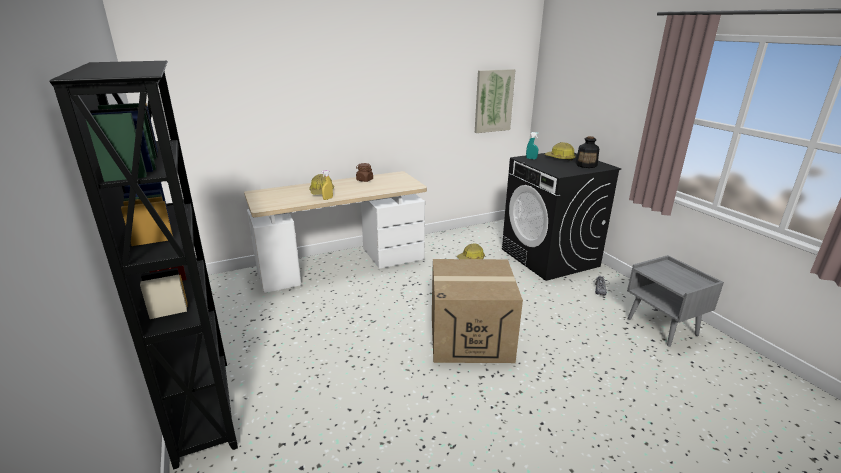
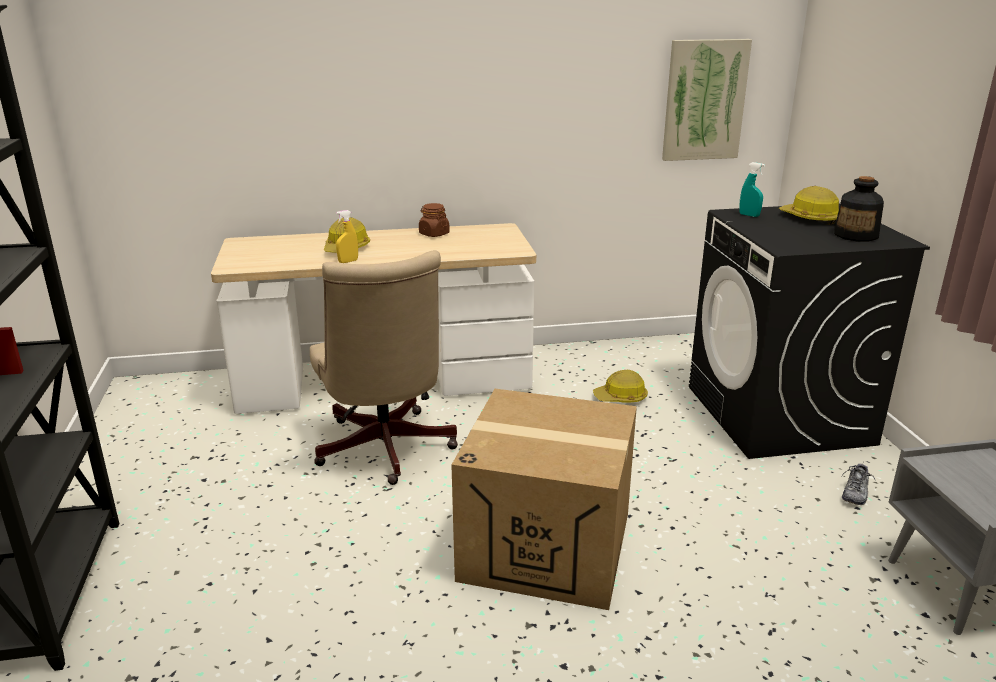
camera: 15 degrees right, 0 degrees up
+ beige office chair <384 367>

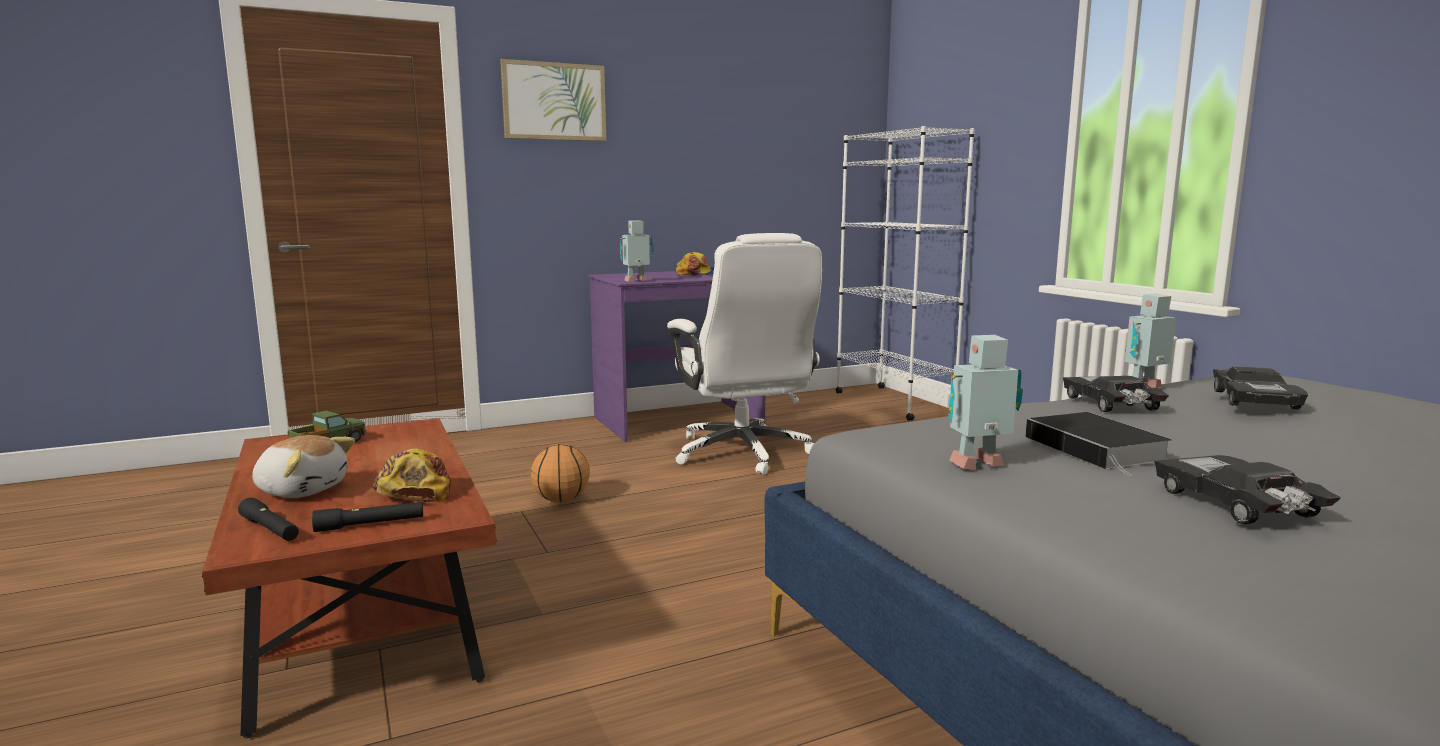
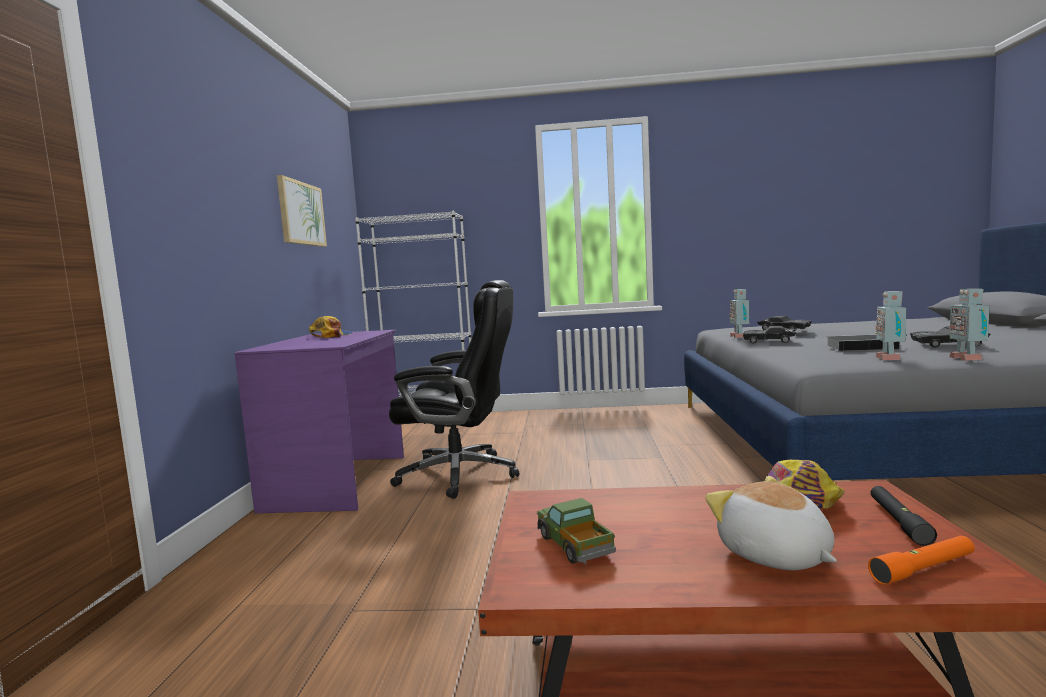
camera: 60 degrees left, 5 degrees down
- basketball <560 473>
~ picture <553 100> to <302 211>
~ toy robot <637 251> to <969 325>
~ black flashlight <268 519> to orange flashlight <921 560>
~ white office chair <744 354> to black office chair <454 389>
~ plush toy <303 466> = <771 523> 75 degrees counterclockwise

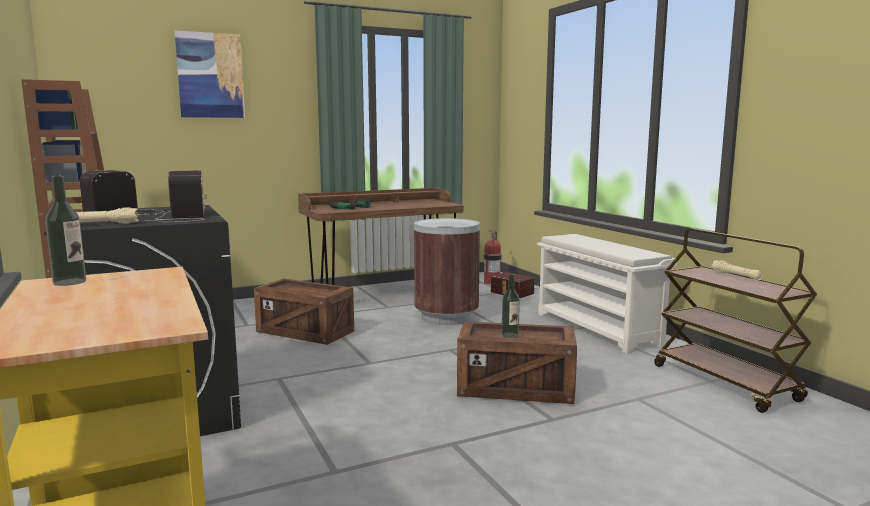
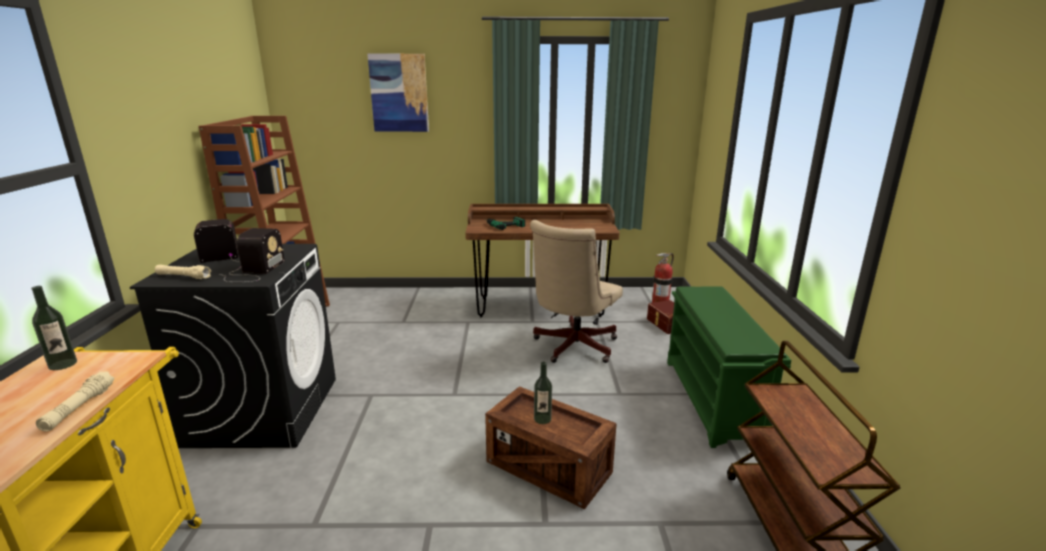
camera: 25 degrees right, 10 degrees up
- crate <304 312>
~ beige flashlight <737 270> to <75 401>
~ brown trash can <447 271> to beige office chair <576 291>
~ white shoe rack <607 294> to green shoe rack <729 367>

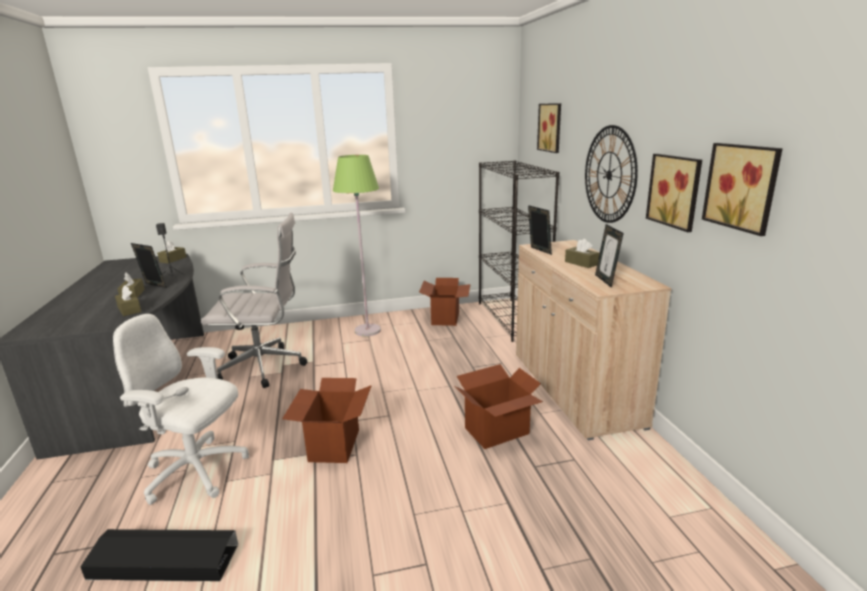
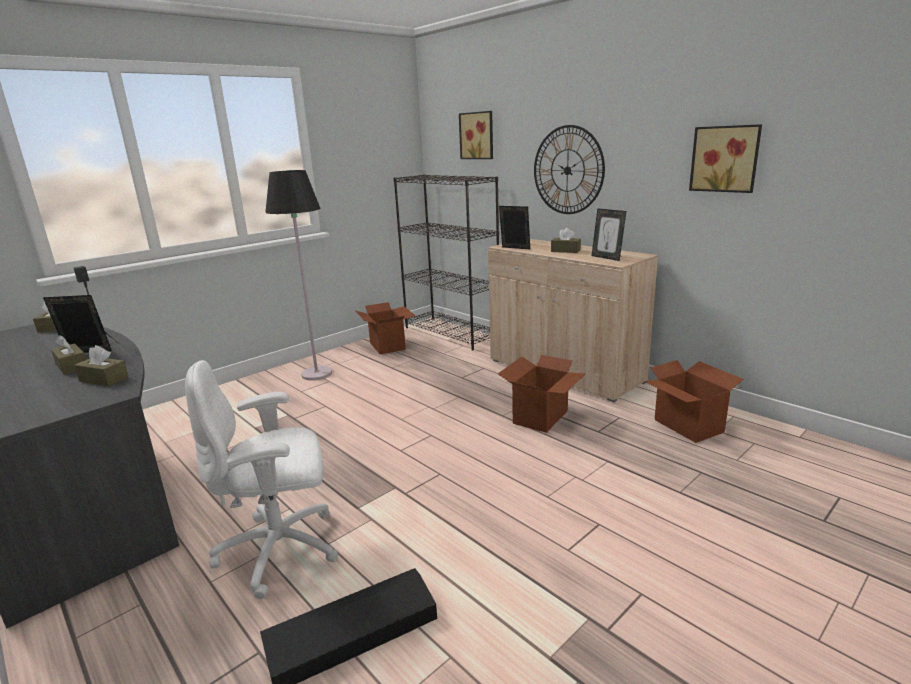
camera: 30 degrees left, 0 degrees up
- white office chair <254 300>
- picture <674 193>
~ cardboard box <327 420> to <694 401>
~ green floor lamp <357 246> to black floor lamp <298 275>

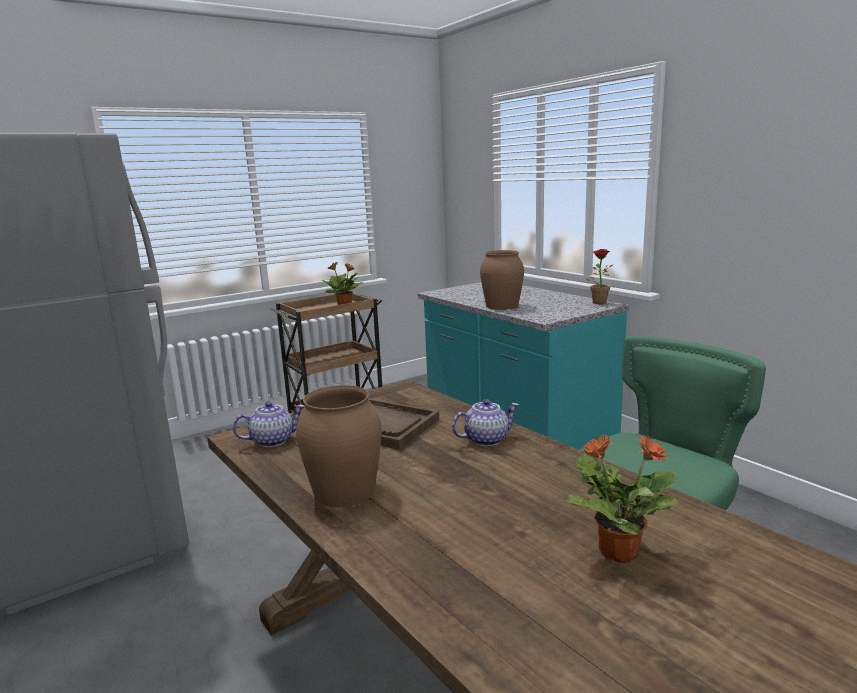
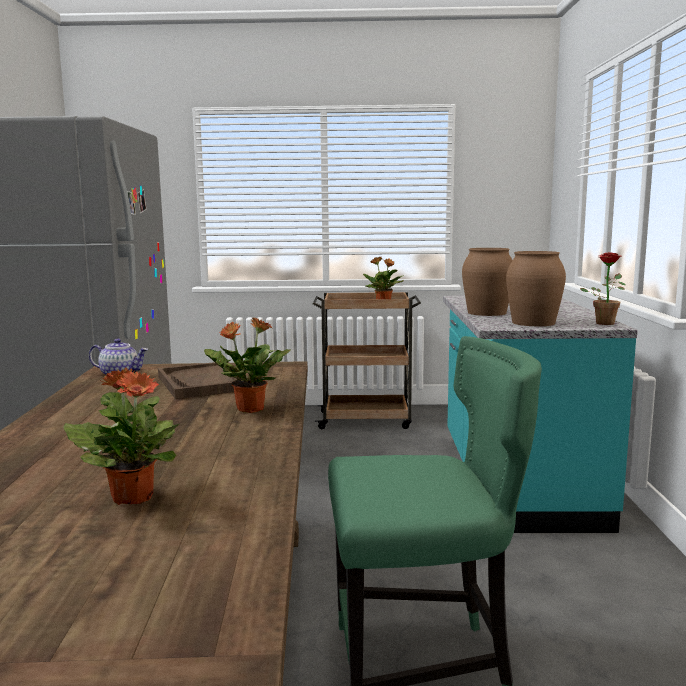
camera: 35 degrees right, 5 degrees down
~ brown vase <339 446> to <536 288>
~ teapot <485 422> to potted plant <247 365>

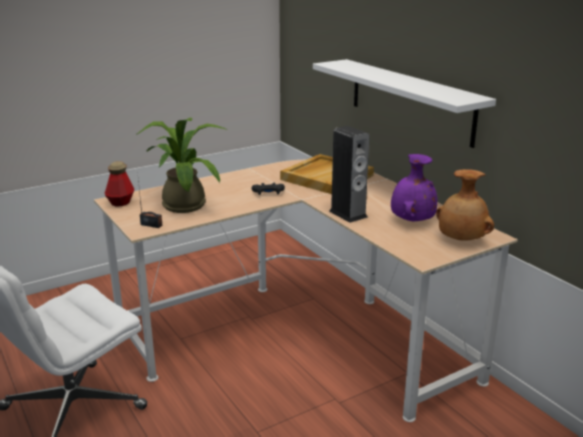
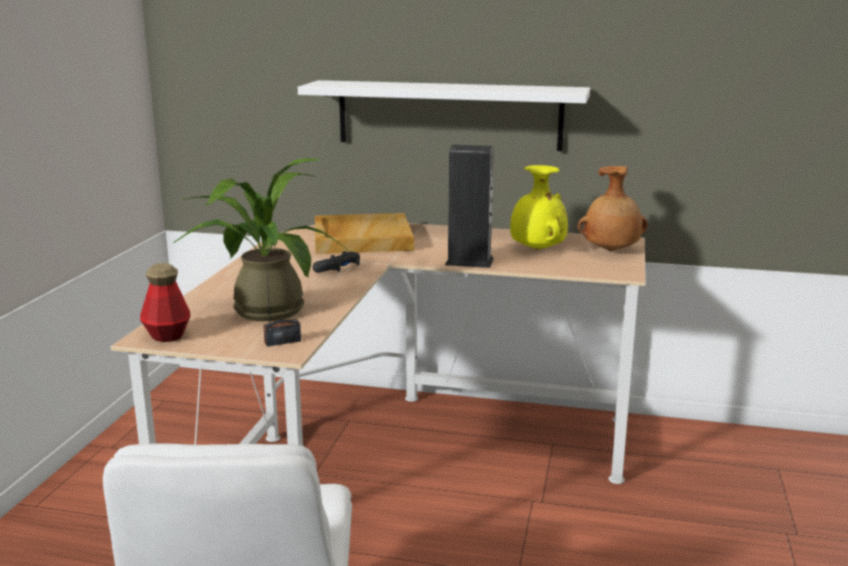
camera: 45 degrees left, 5 degrees down
~ purple vase <414 187> to yellow vase <539 207>

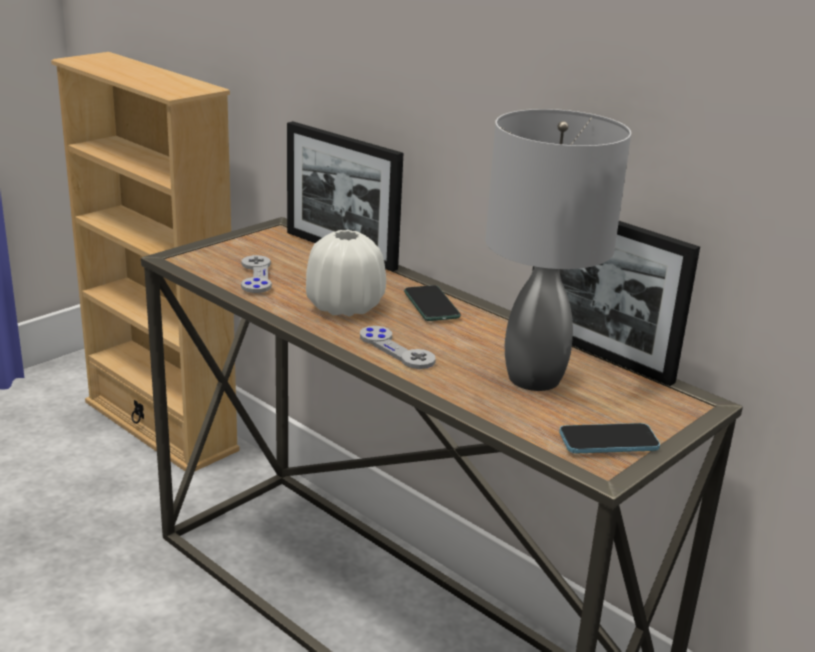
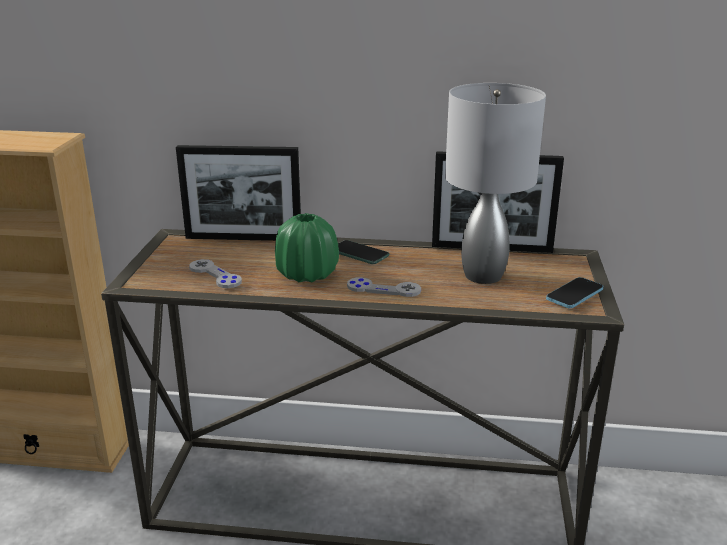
camera: 35 degrees left, 0 degrees up
~ white vase <346 273> to green vase <307 247>

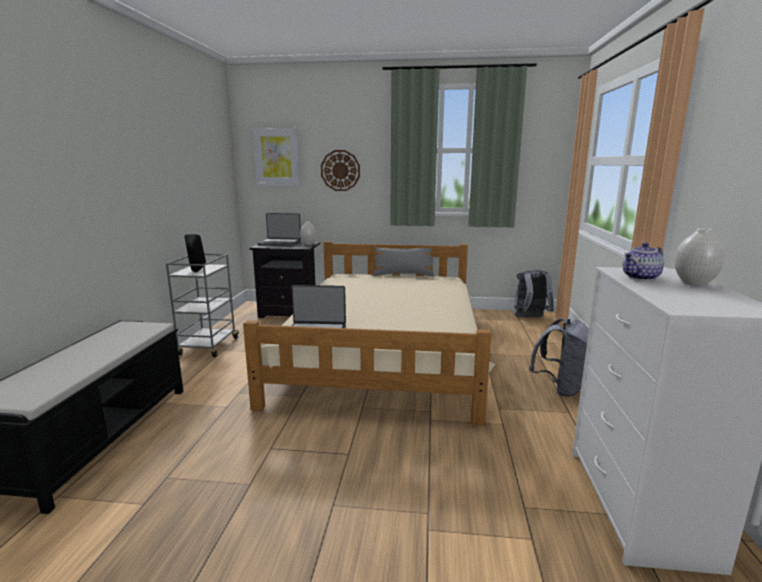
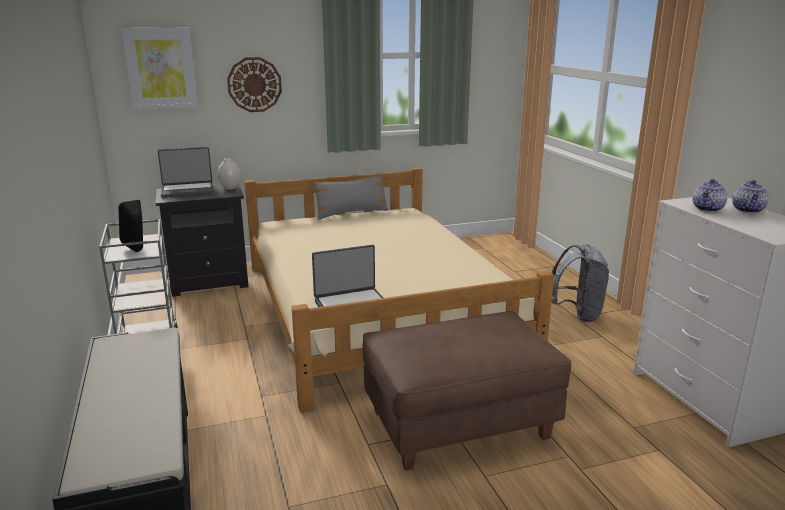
camera: 25 degrees left, 5 degrees up
- grey backpack <534 293>
+ brown ottoman <467 391>
~ white vase <699 257> to teapot <750 196>

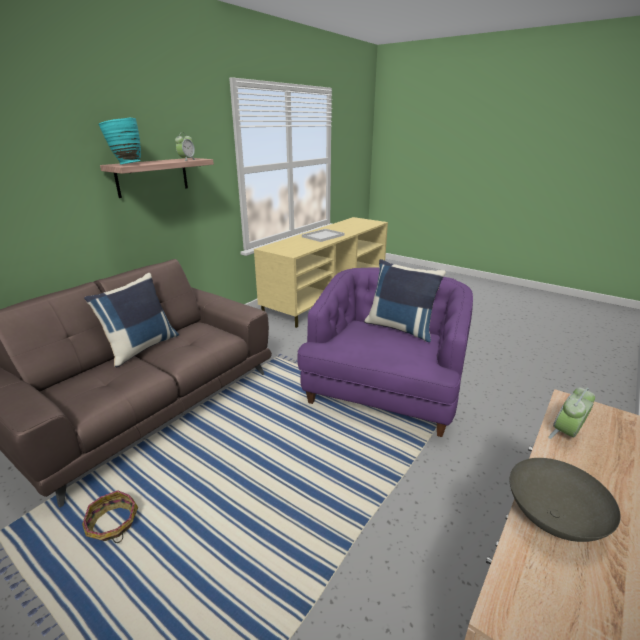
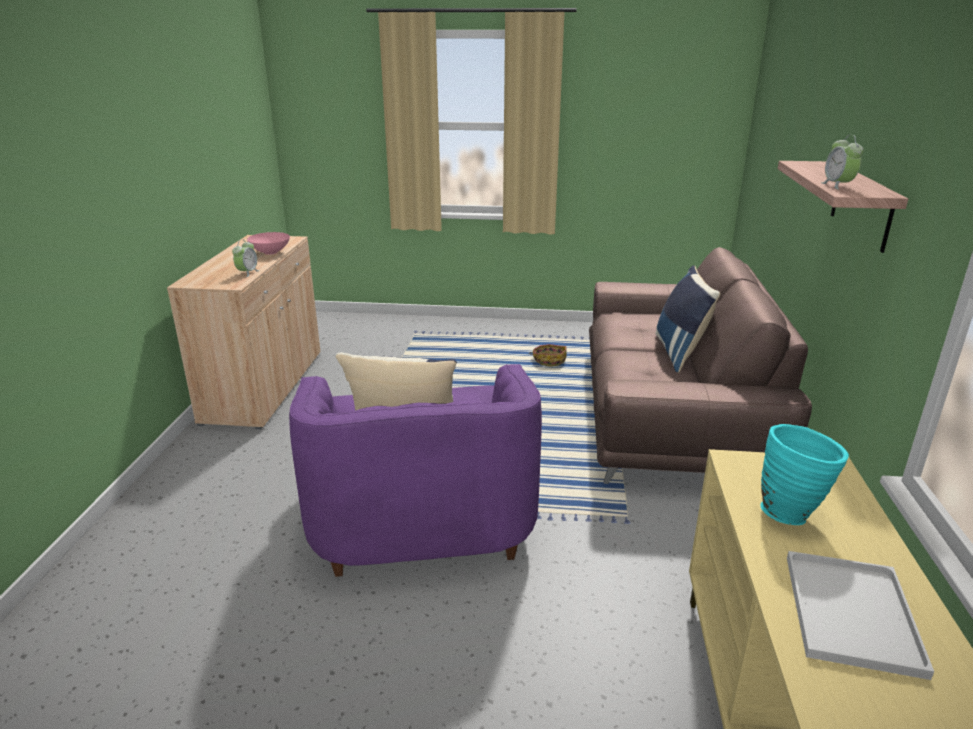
camera: 150 degrees right, 0 degrees up
~ turquoise vase <119 141> to <804 474>
~ grey bowl <565 500> to pink bowl <268 243>

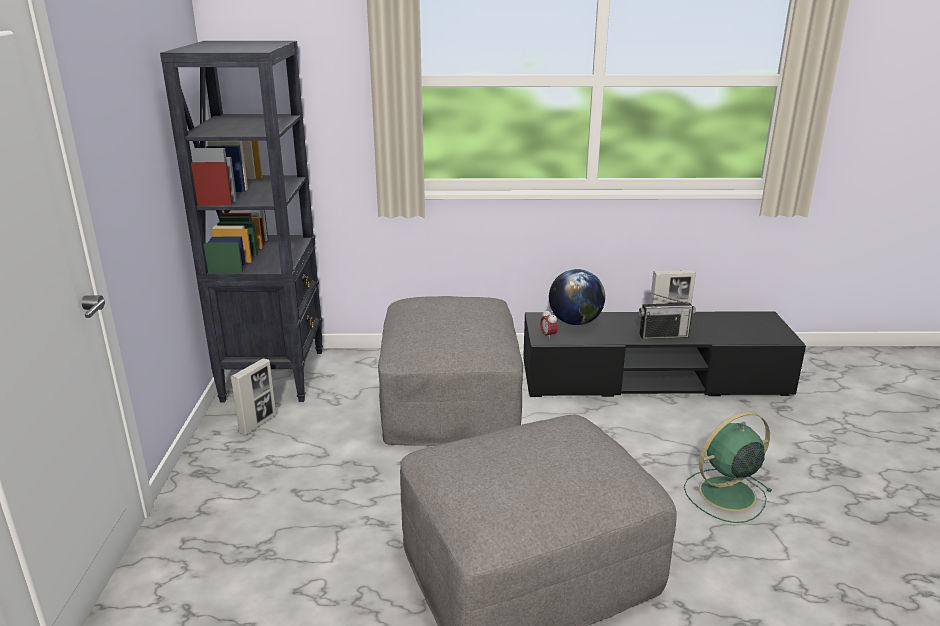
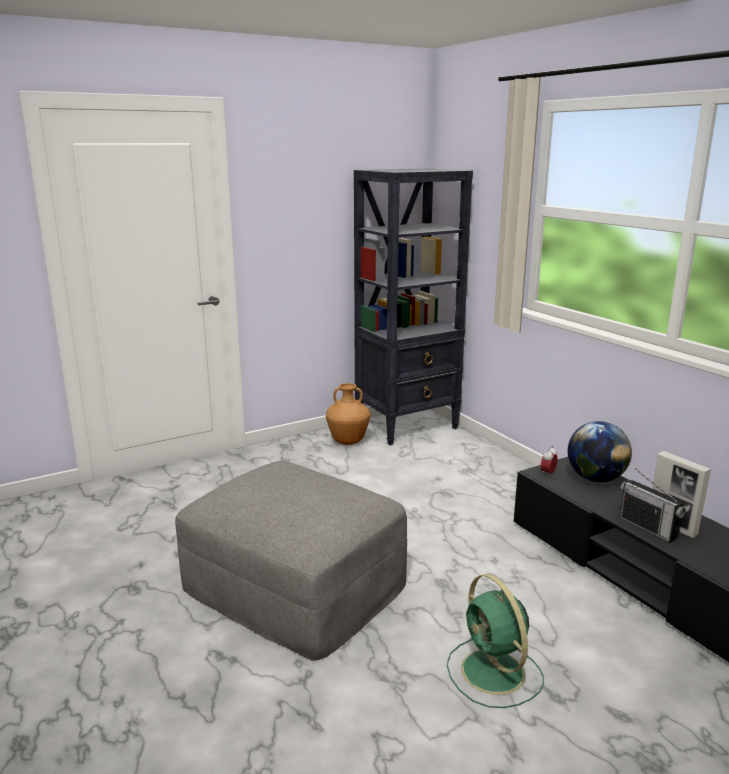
camera: 60 degrees right, 5 degrees down
- grey ottoman <450 371>
~ picture frame <253 396> to brown vase <348 414>
~ green fan <728 467> = <495 641> 150 degrees counterclockwise

